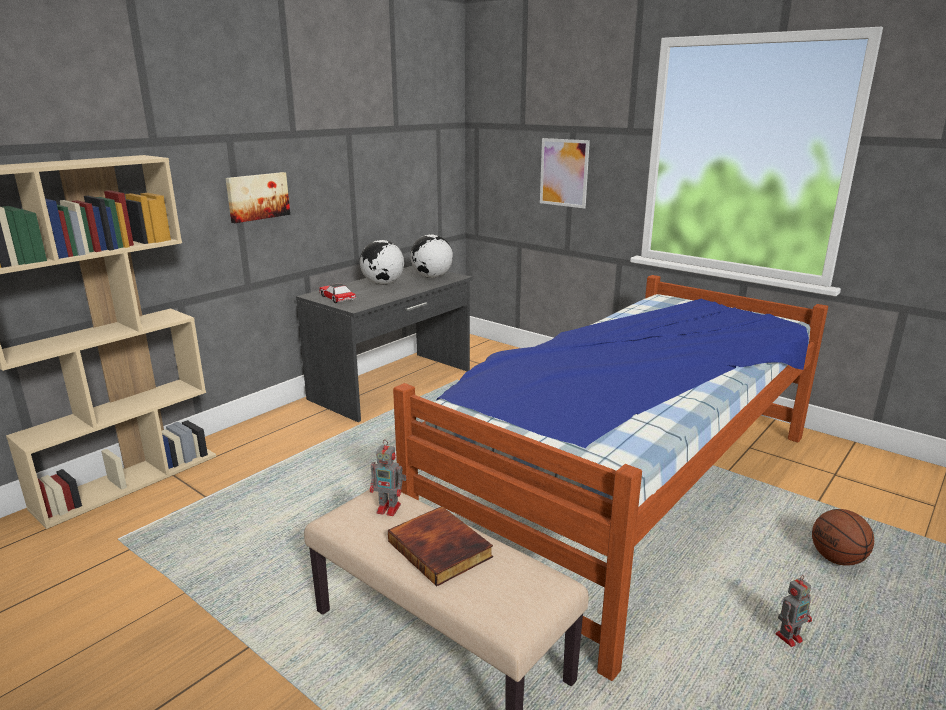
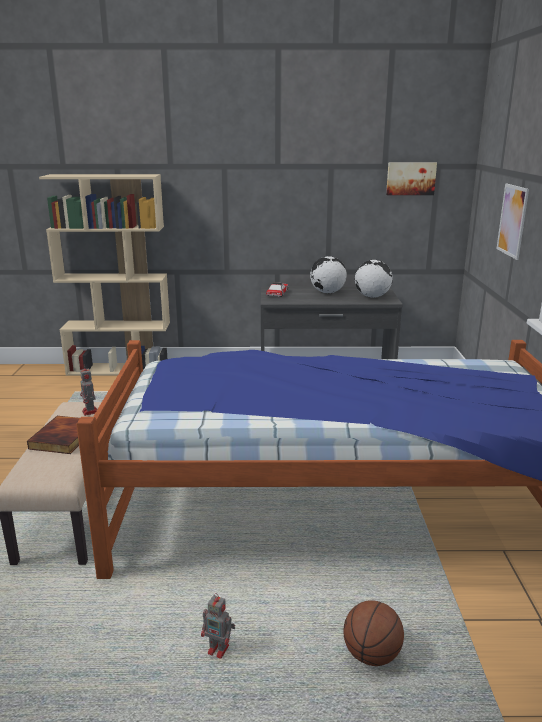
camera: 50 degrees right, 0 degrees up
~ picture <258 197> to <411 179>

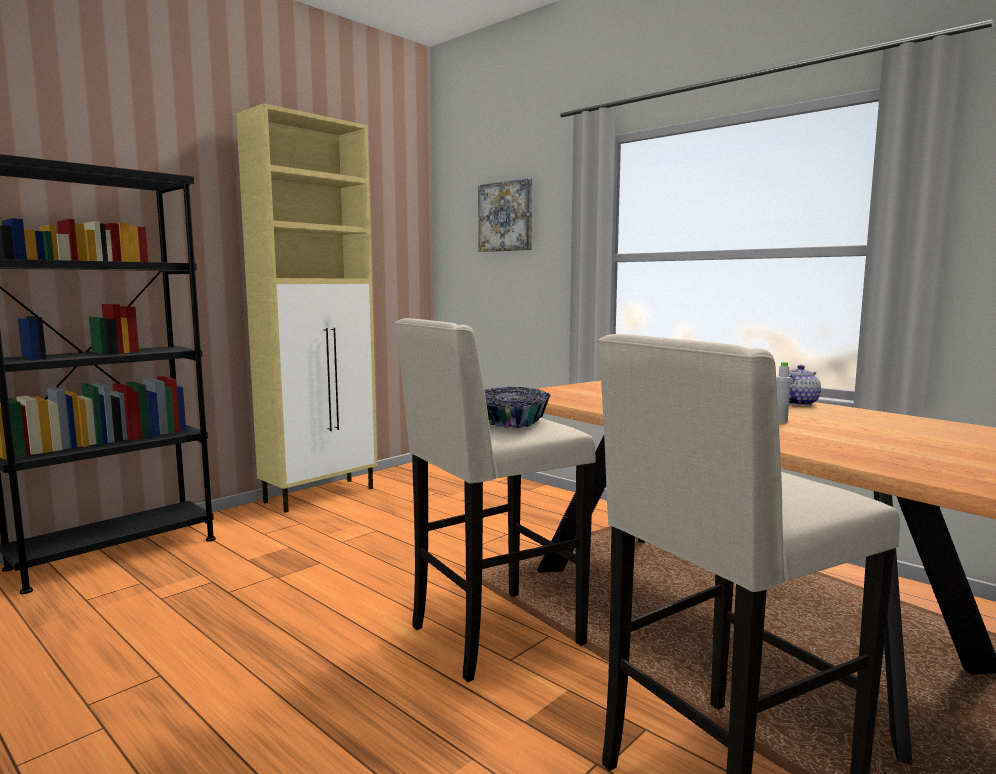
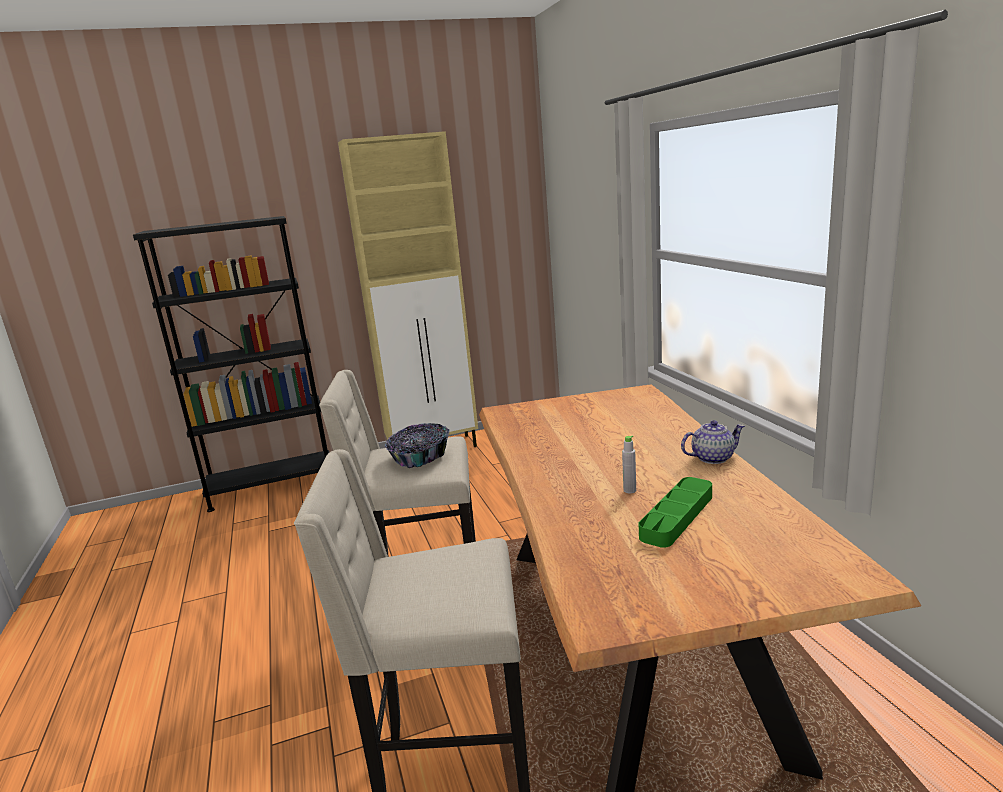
camera: 30 degrees right, 10 degrees up
- picture <505 215>
+ green tray <675 512>

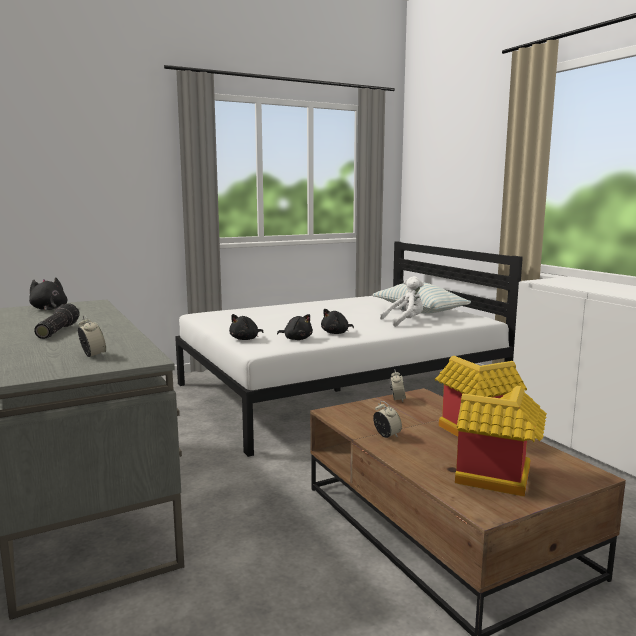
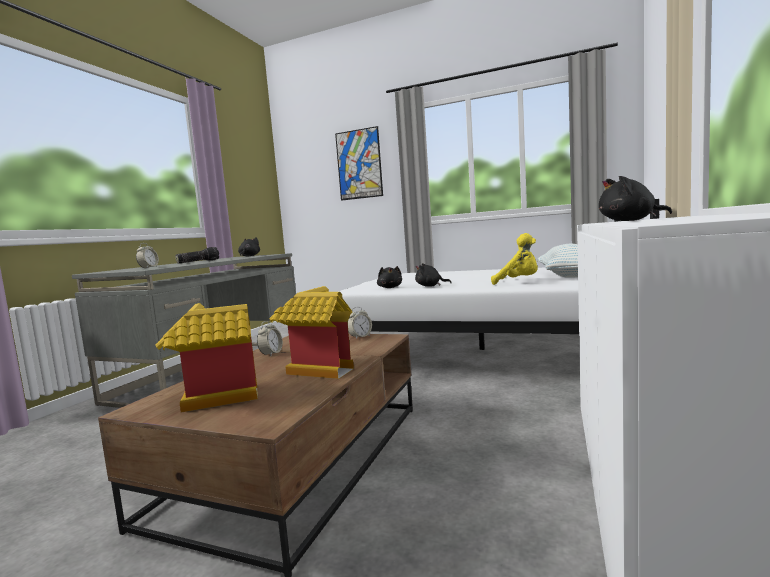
camera: 50 degrees right, 5 degrees down
+ picture <359 163>
~ black plush toy <246 327> to <635 198>
~ white plush toy <402 301> to yellow plush toy <514 259>

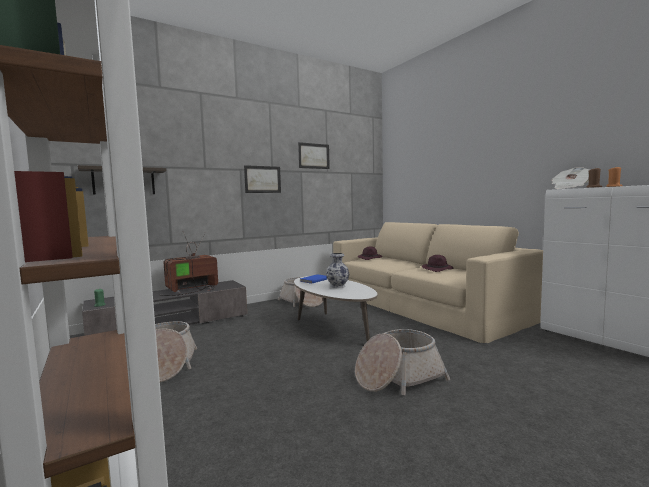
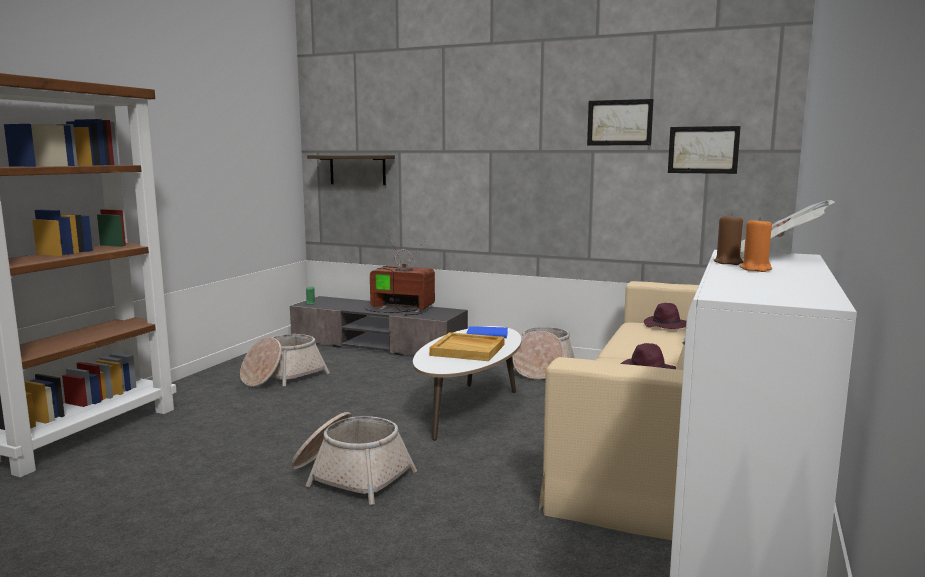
camera: 55 degrees right, 5 degrees up
~ picture <262 179> to <704 150>
~ vase <337 271> to beige tray <467 346>

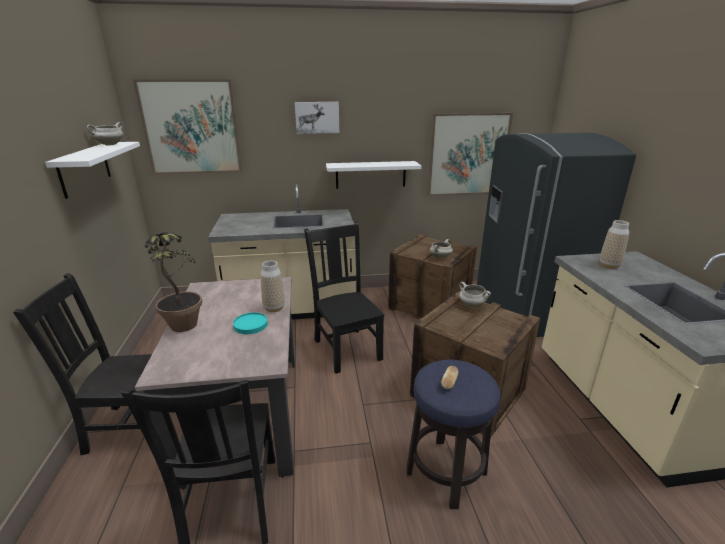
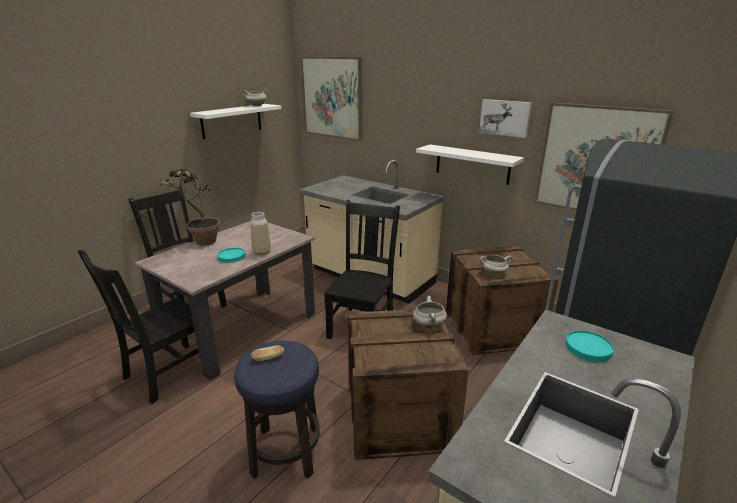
camera: 45 degrees right, 0 degrees up
~ picture <317 118> to <505 118>
~ vase <614 244> to turquoise plate <589 346>

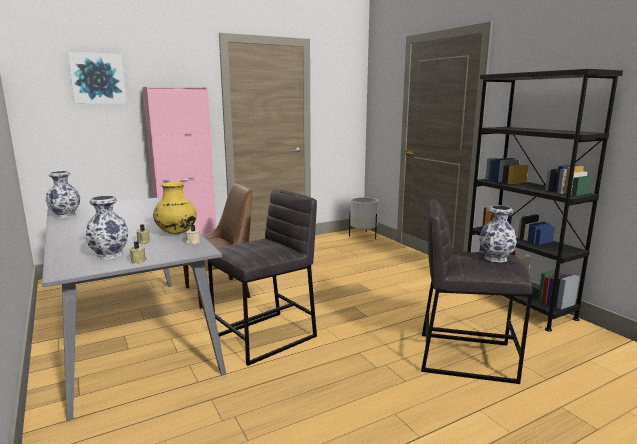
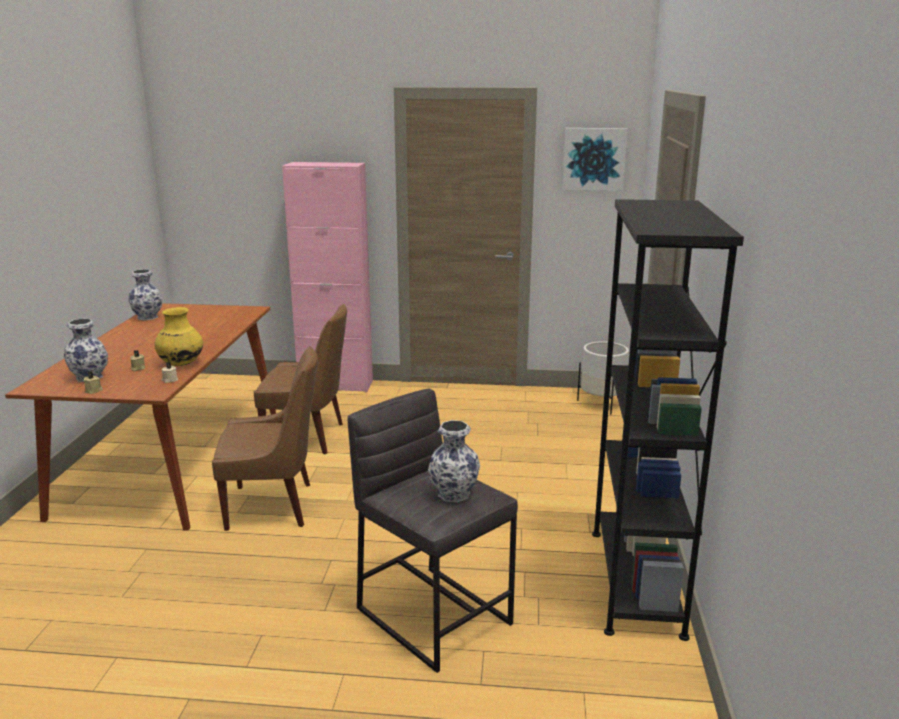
camera: 35 degrees right, 5 degrees up
~ picture <97 78> to <595 159>
~ grey stool <262 277> to brown chair <265 438>
~ grey dining table <134 309> to brown dining table <140 417>

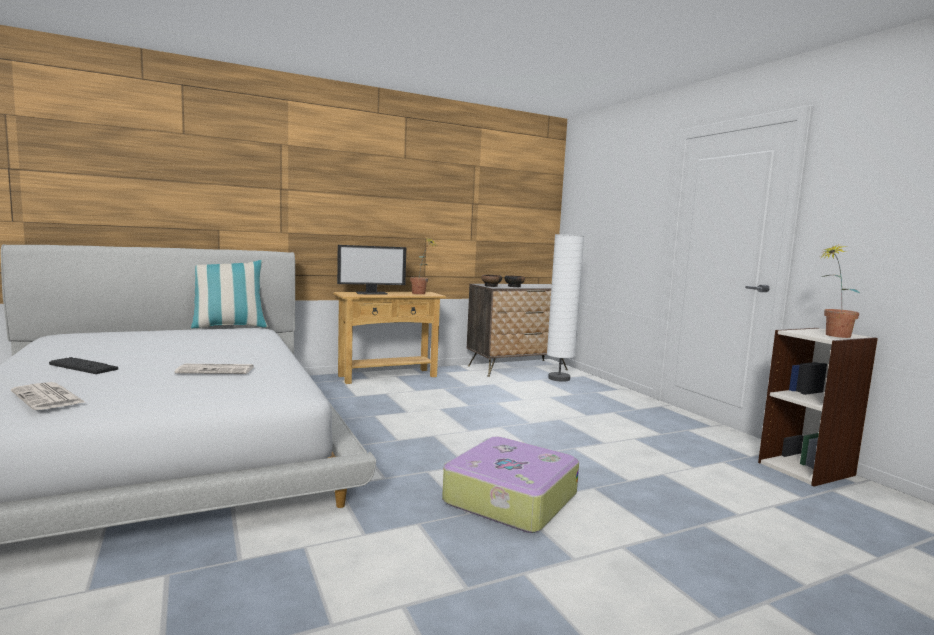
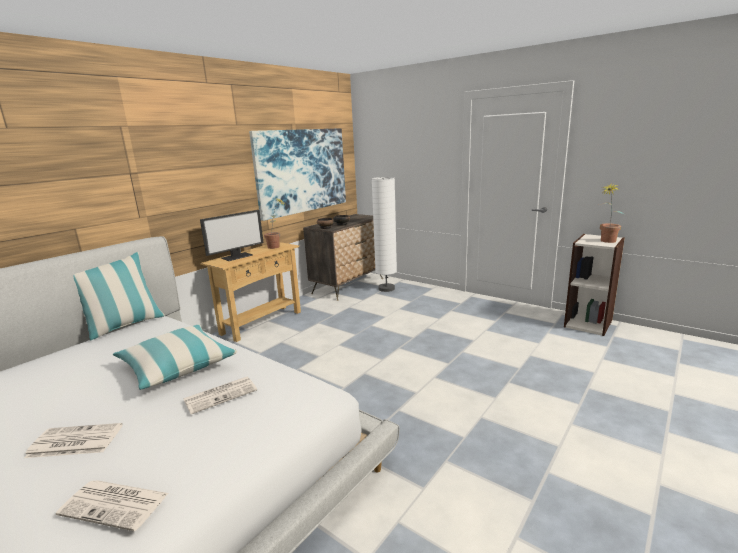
camera: 25 degrees left, 10 degrees up
- suitcase <510 484>
+ pillow <175 357>
+ picture <297 174>
~ keyboard <83 365> to newspaper <73 440>

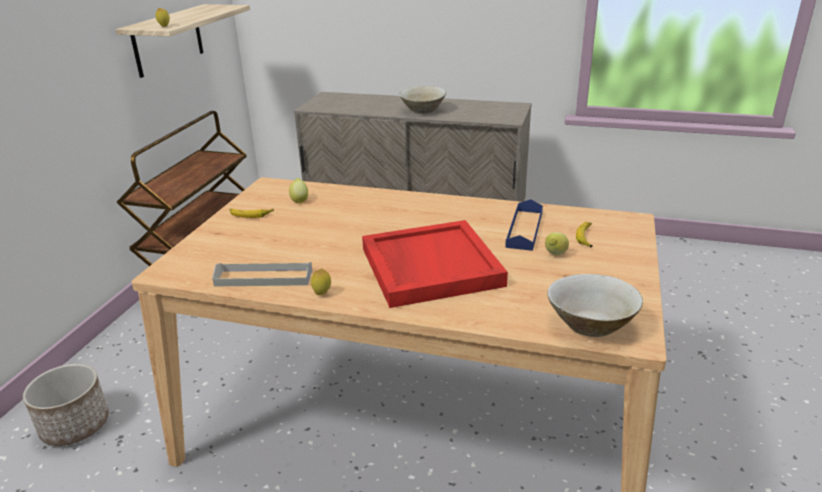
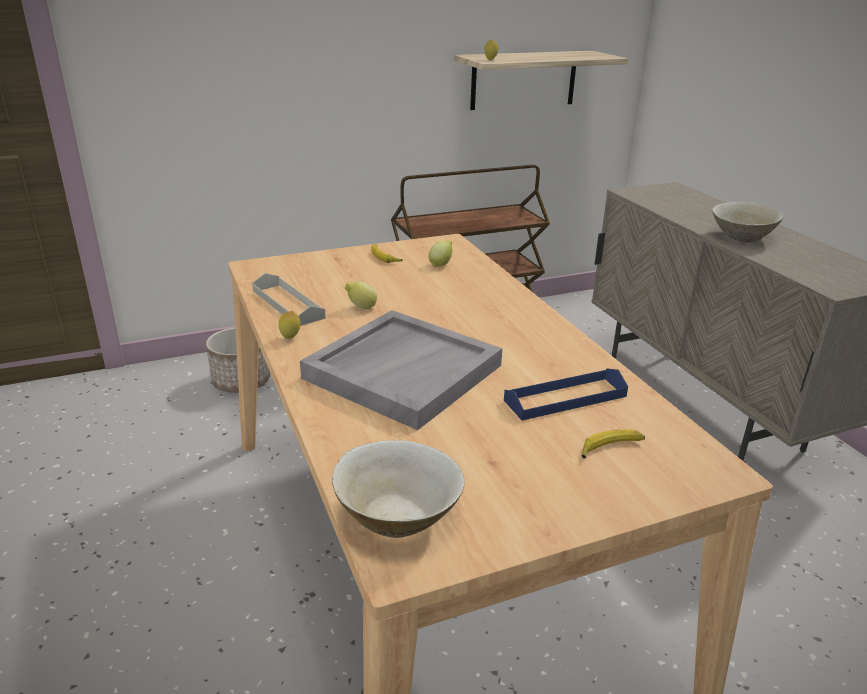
camera: 50 degrees right, 0 degrees up
~ lemon <557 243> to <361 295>
~ red tray <435 264> to grey tray <401 370>

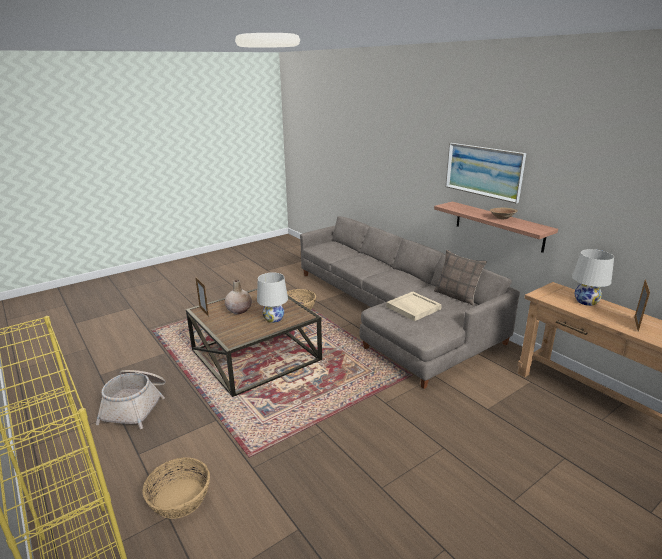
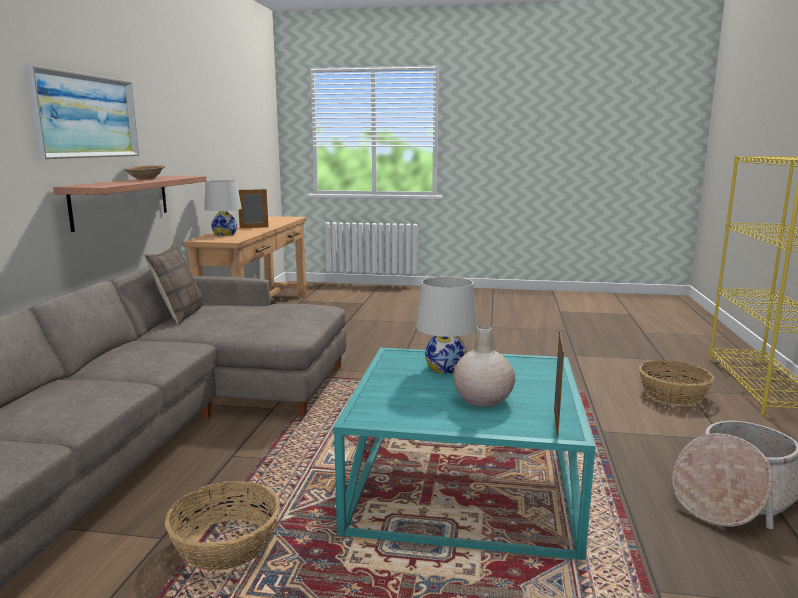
camera: 135 degrees left, 10 degrees down
- beige tray <414 306>
~ brown coffee table <254 343> to turquoise coffee table <464 454>

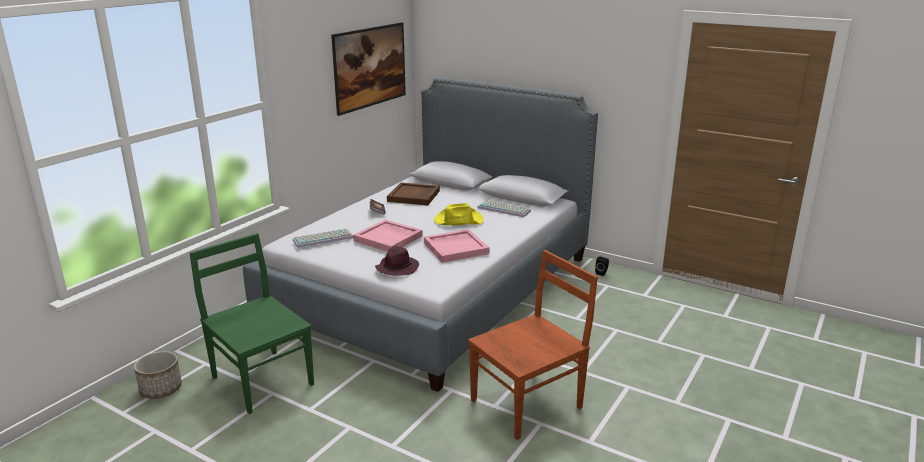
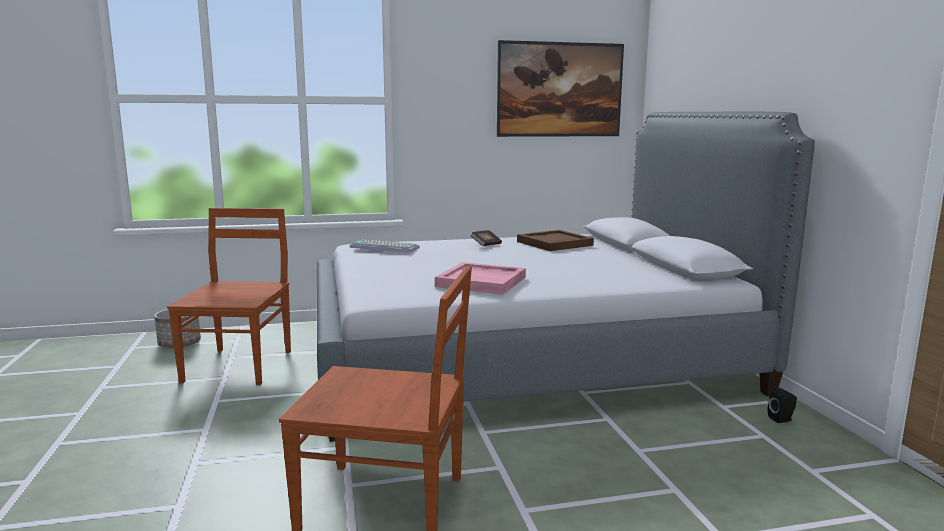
camera: 45 degrees right, 10 degrees down
- pink tray <388 235>
- purple hat <397 261>
- yellow hat <458 214>
- keyboard <504 208>
~ green chair <252 323> to brown chair <229 296>

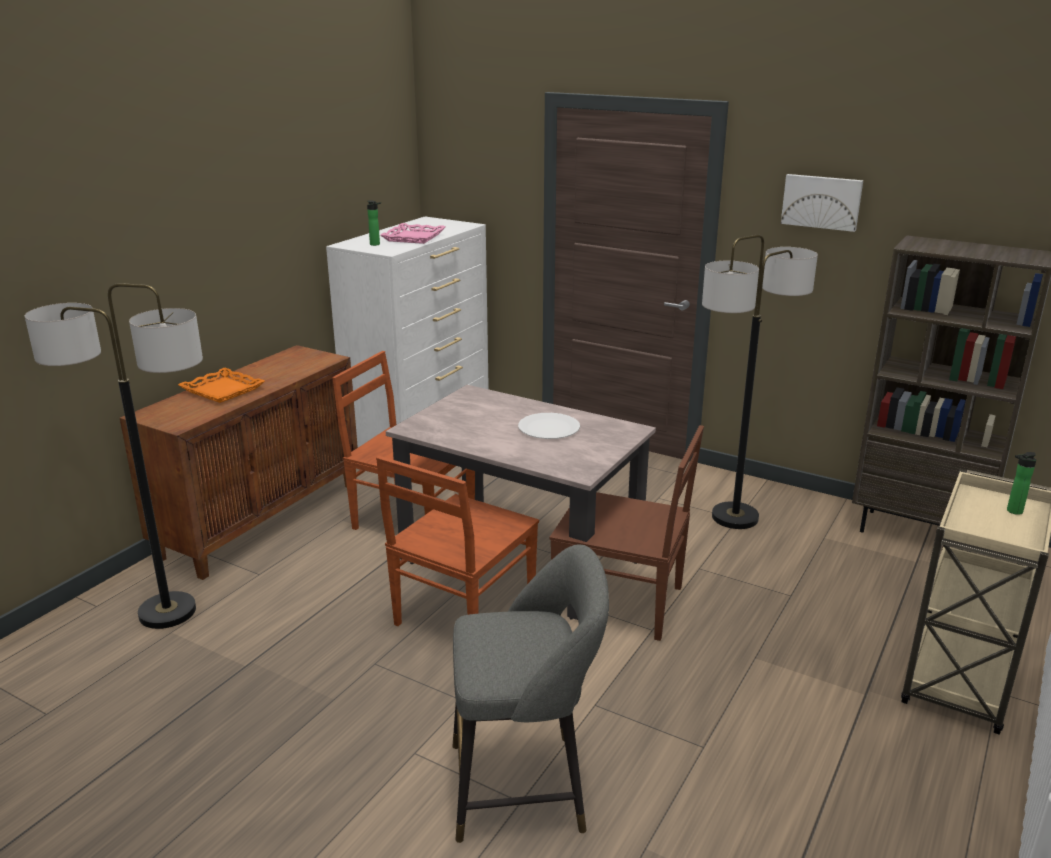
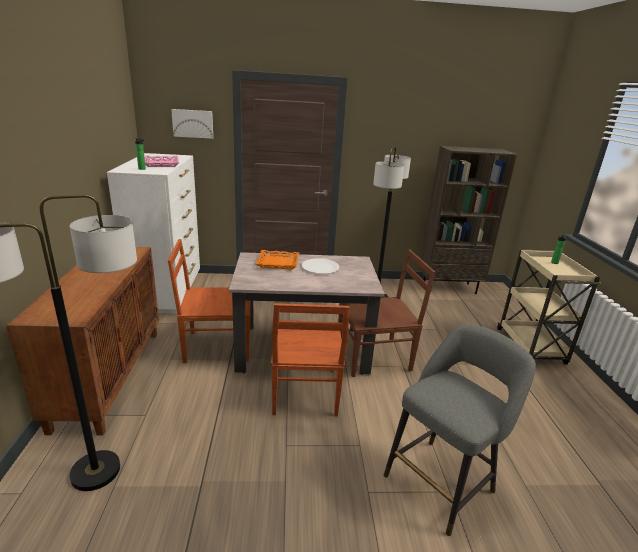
camera: 35 degrees left, 0 degrees up
~ orange tray <221 385> to <277 260>
~ picture <822 203> to <192 124>

